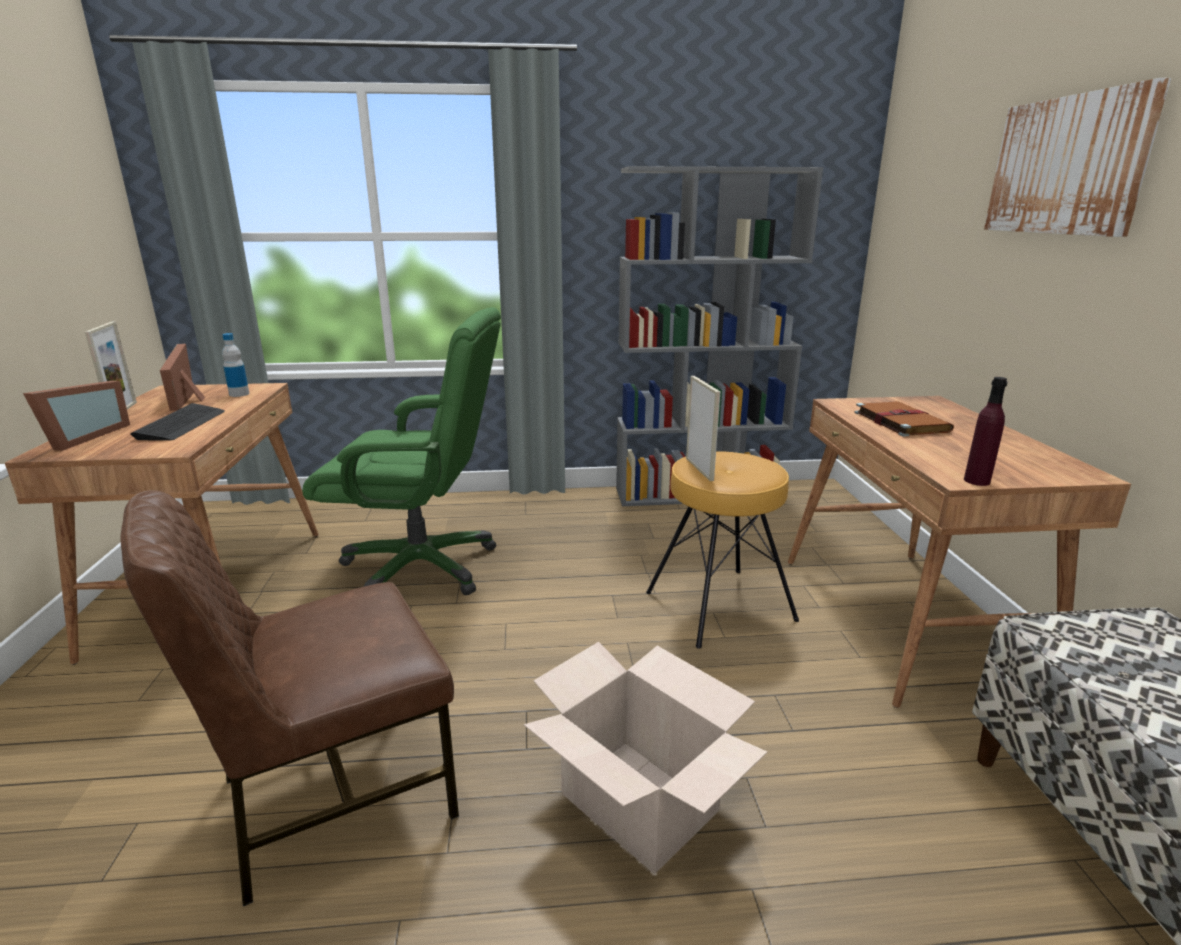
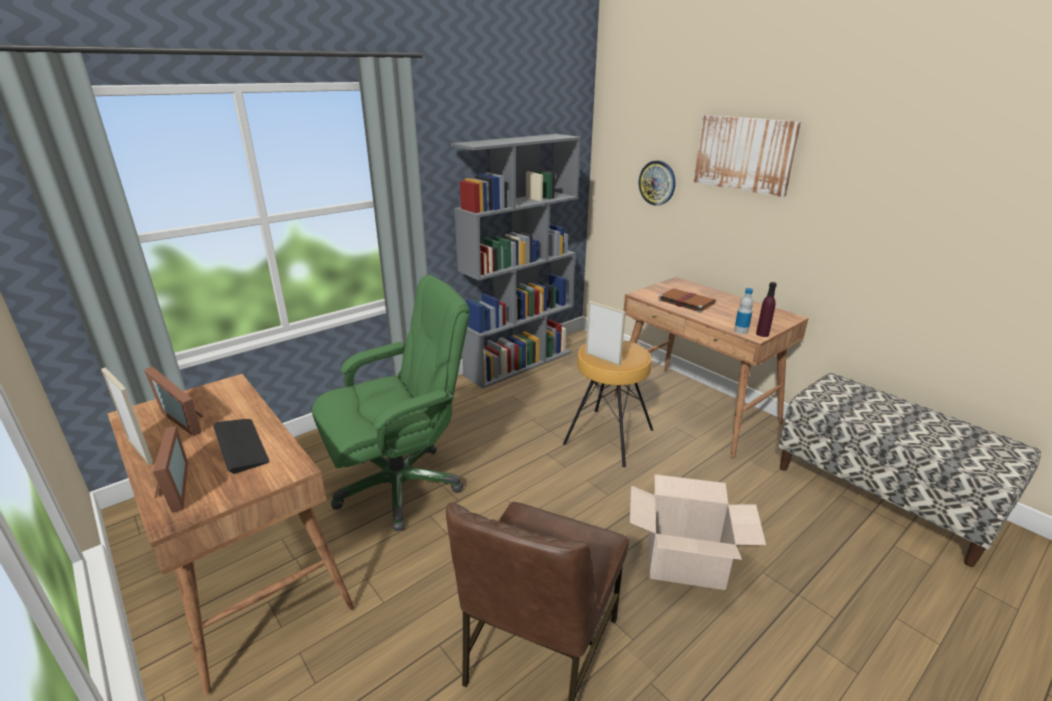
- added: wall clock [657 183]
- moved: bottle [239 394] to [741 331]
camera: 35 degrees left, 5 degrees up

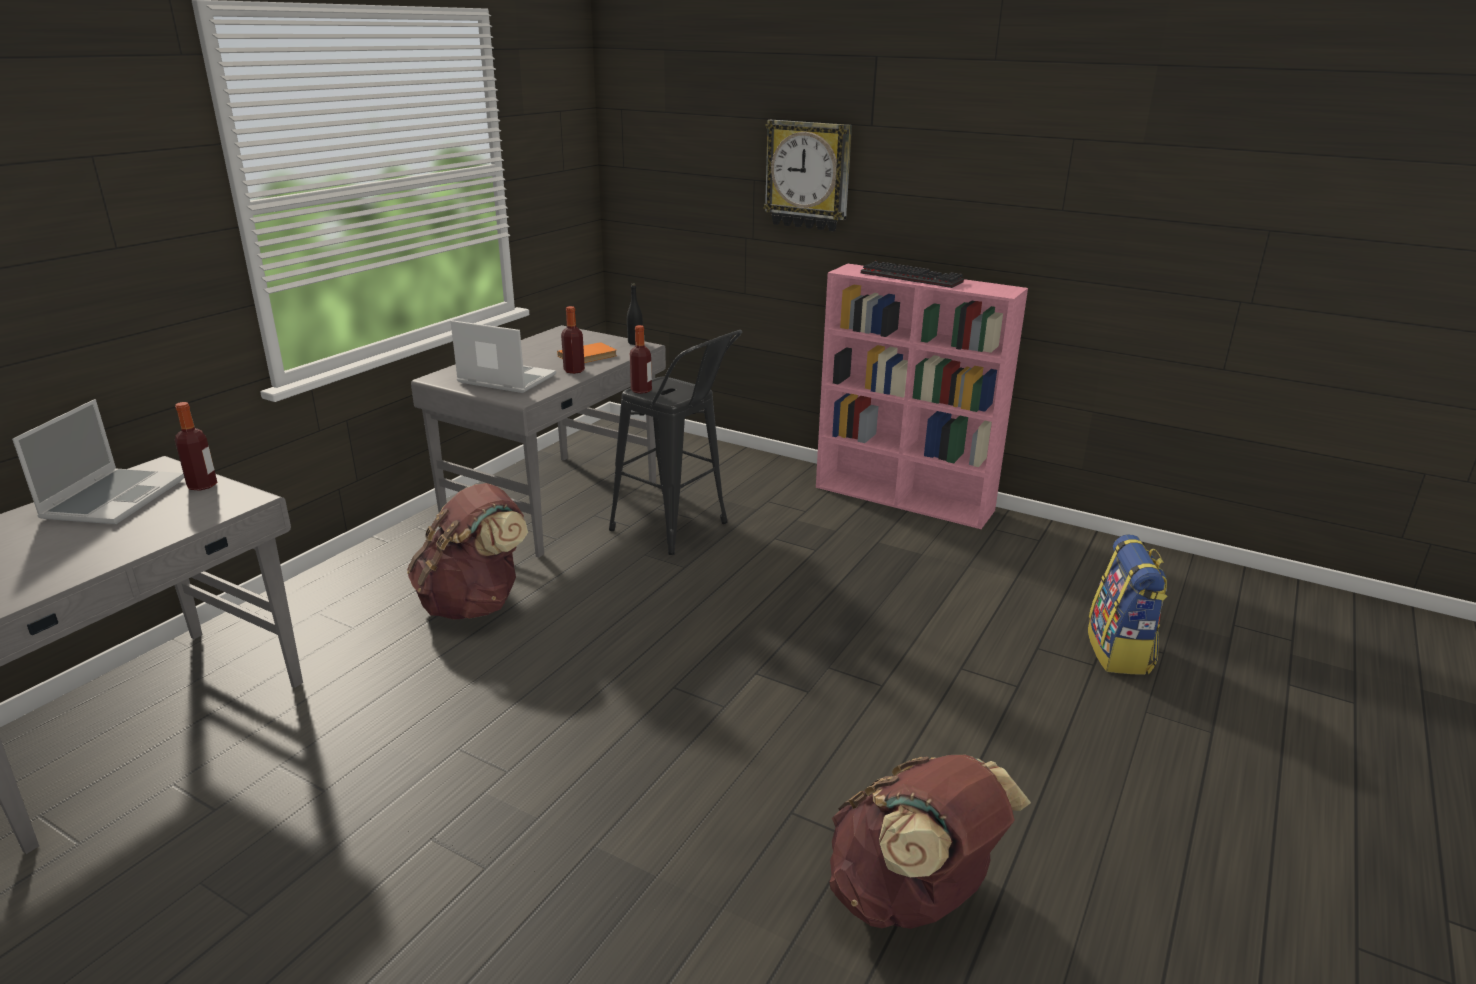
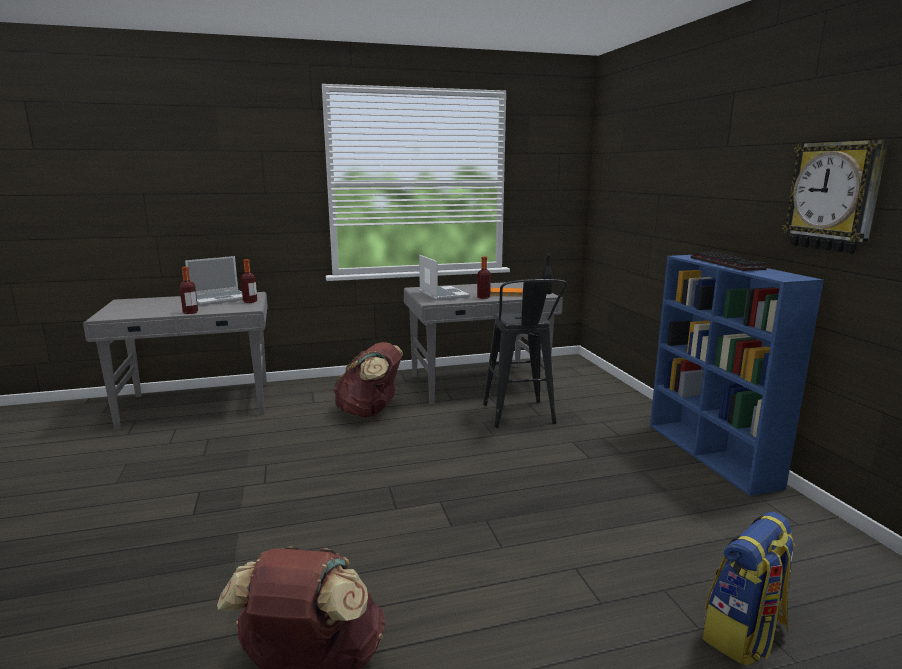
- moved: bottle [641 390] to [190 312]
- moved: wall clock [808 175] to [833 196]
- recoloured: pink bookcase [905 499] to blue bookcase [711 455]
camera: 45 degrees right, 10 degrees down

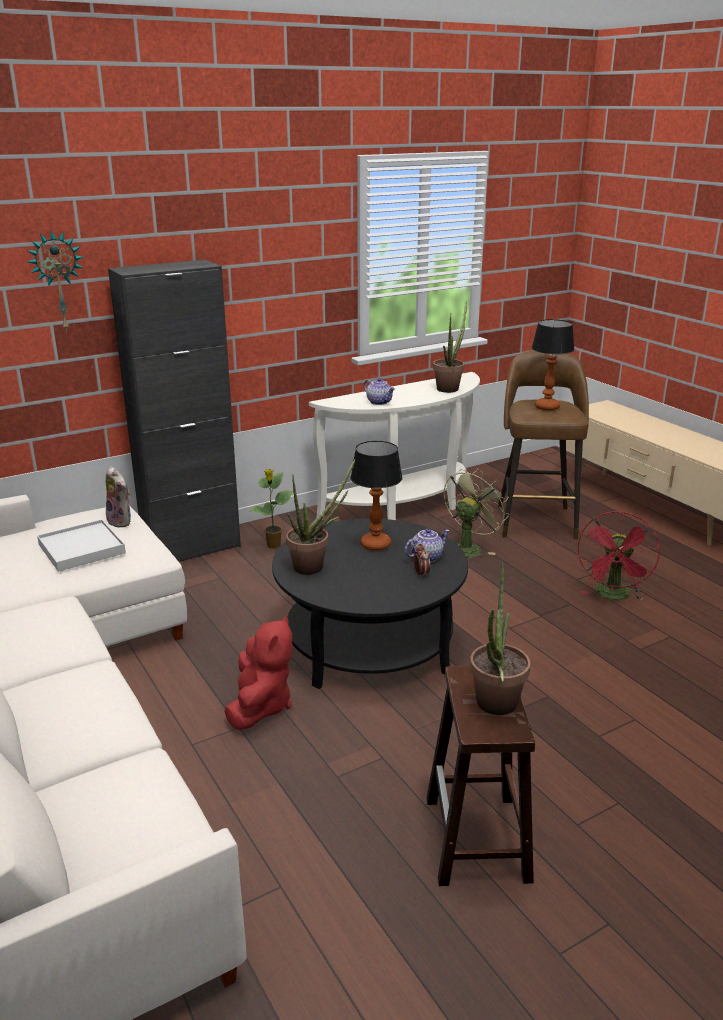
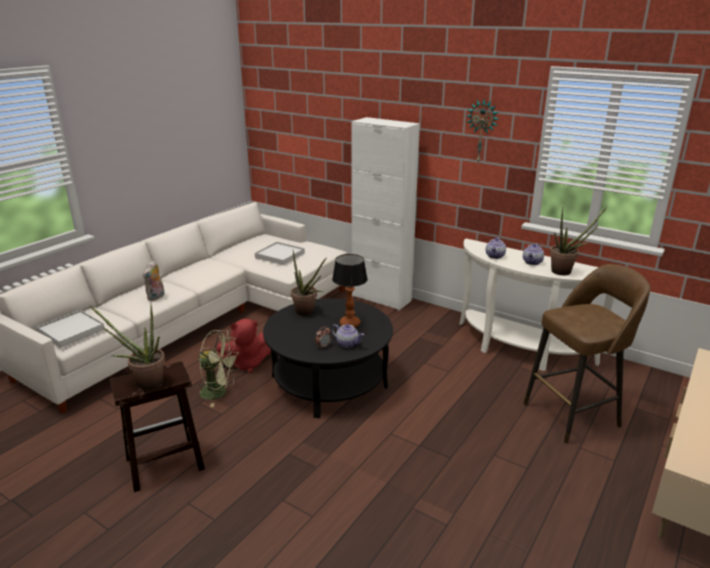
- removed: potted plant [273 546]
- removed: table lamp [547 407]
- removed: red fan [613 596]
- added: white tray [71 331]
- added: teapot [532 262]
- moved: wall clock [58 281] to [482 131]
- moved: plush toy [122 521] to [156 297]
- moved: green fan [468 548] to [219 392]
- recoloured: black cabinet [192 549] to white cabinet [381 298]
camera: 65 degrees right, 0 degrees up

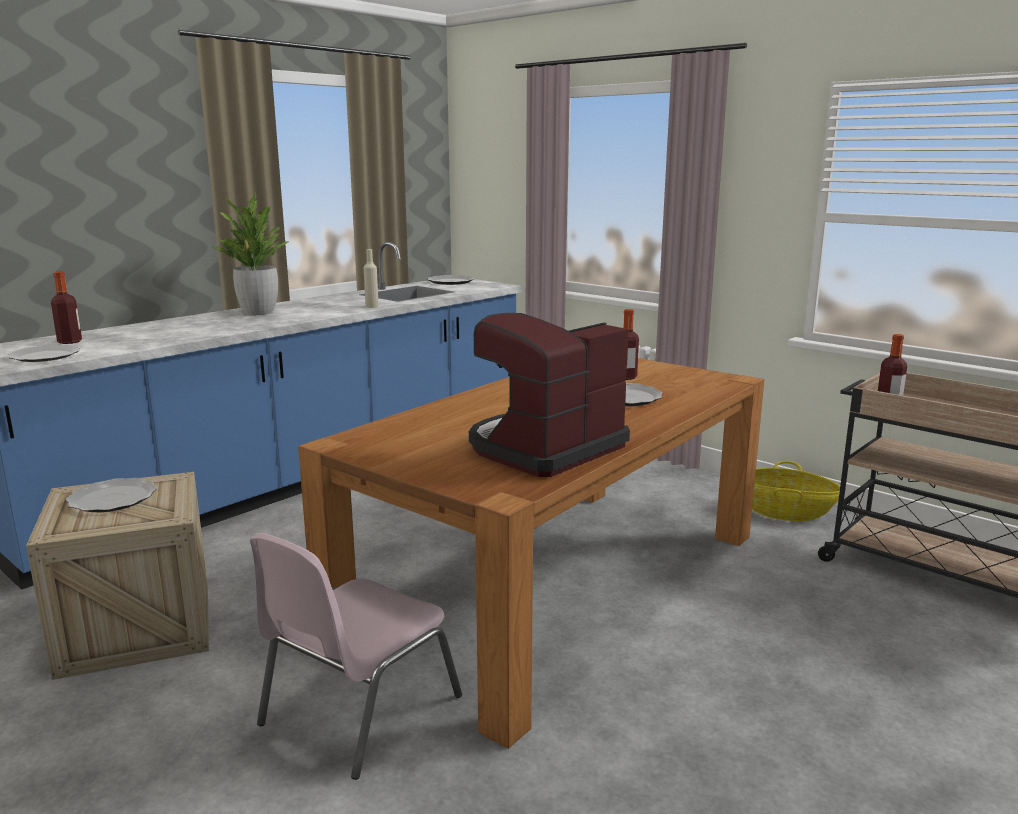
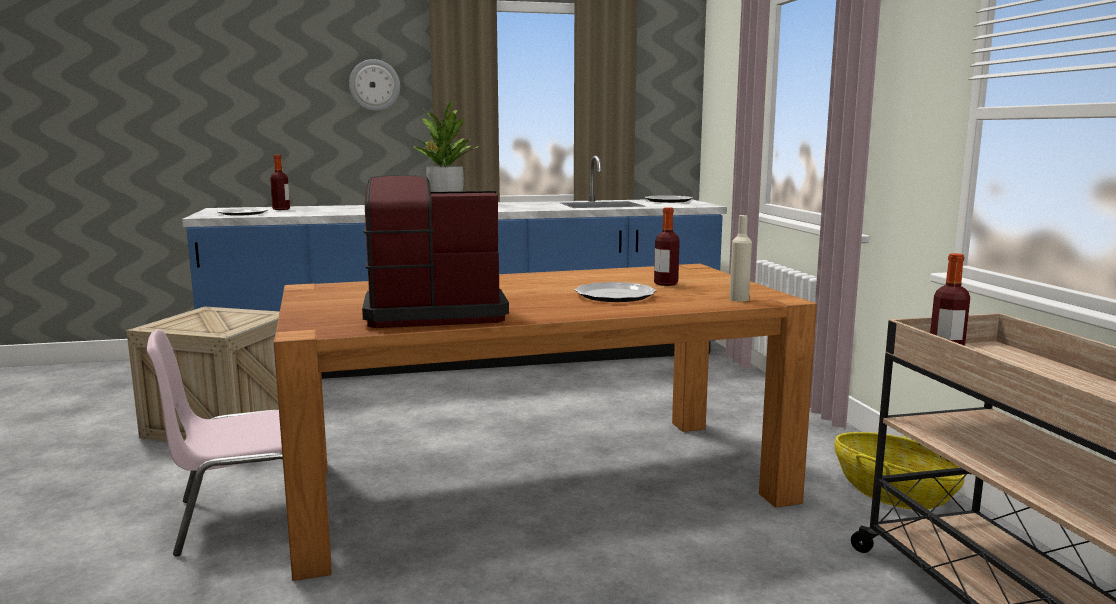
- removed: plate [113 498]
- added: wall clock [374 85]
- moved: beige bottle [372 306] to [739 299]
camera: 35 degrees right, 5 degrees down

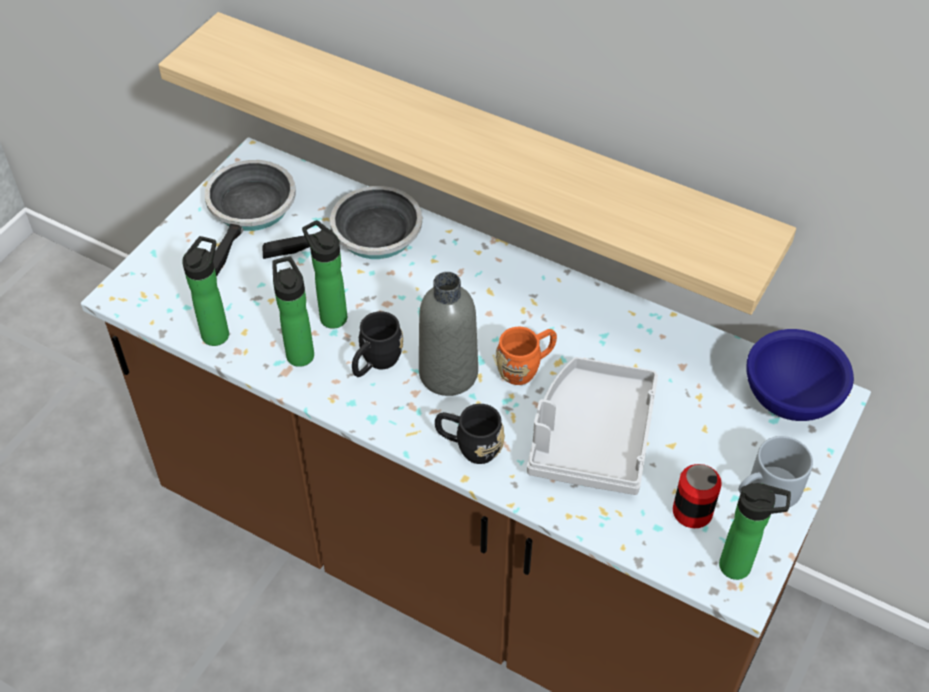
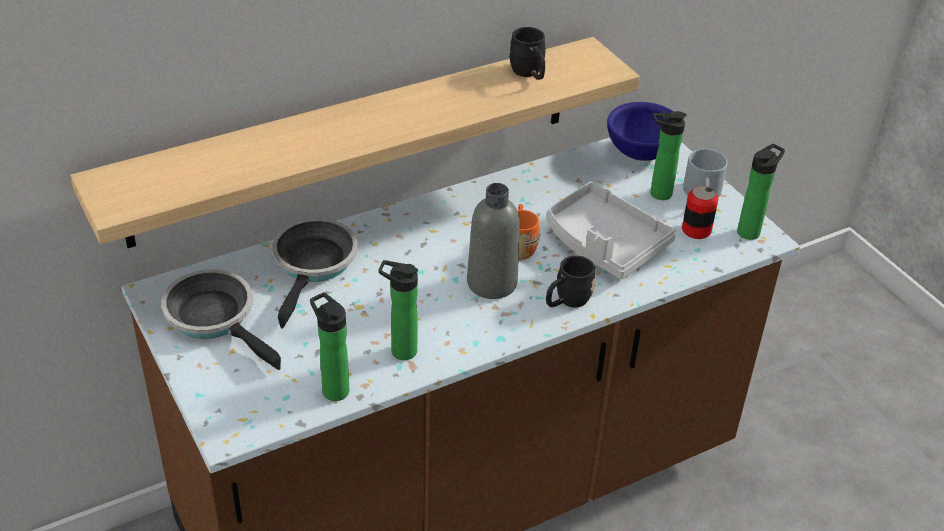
- moved: bottle [331 315] to [657 194]
- moved: black mug [375 363] to [529 74]
camera: 60 degrees left, 10 degrees down

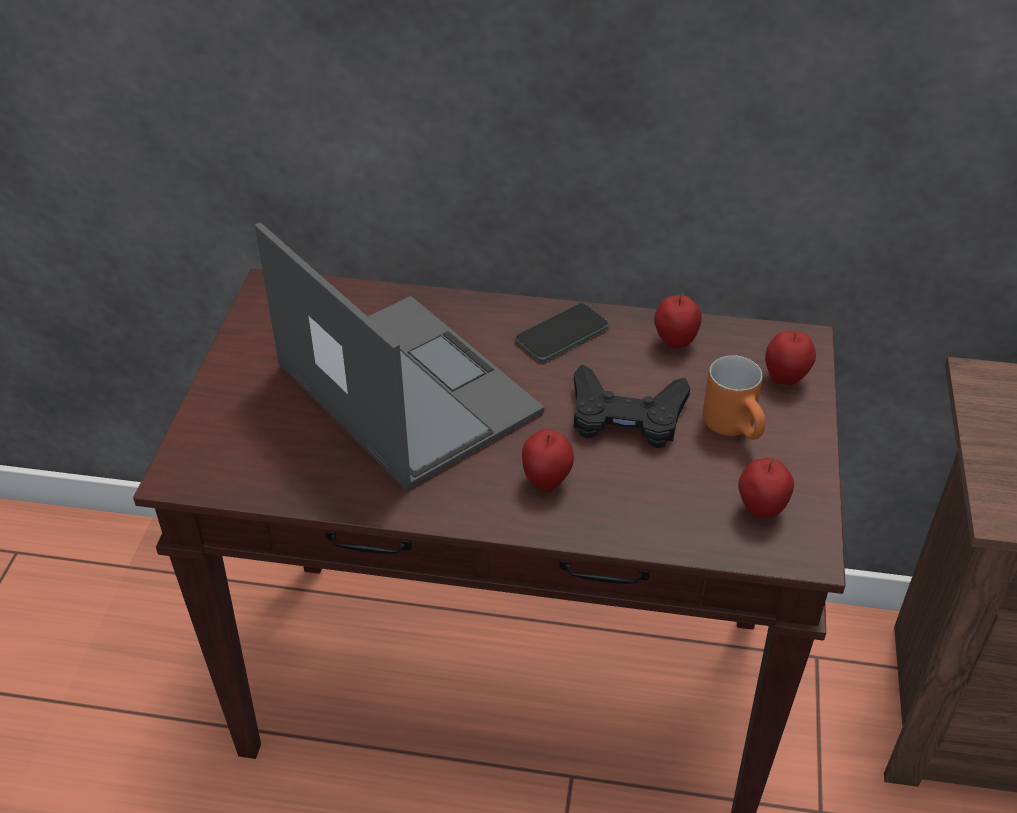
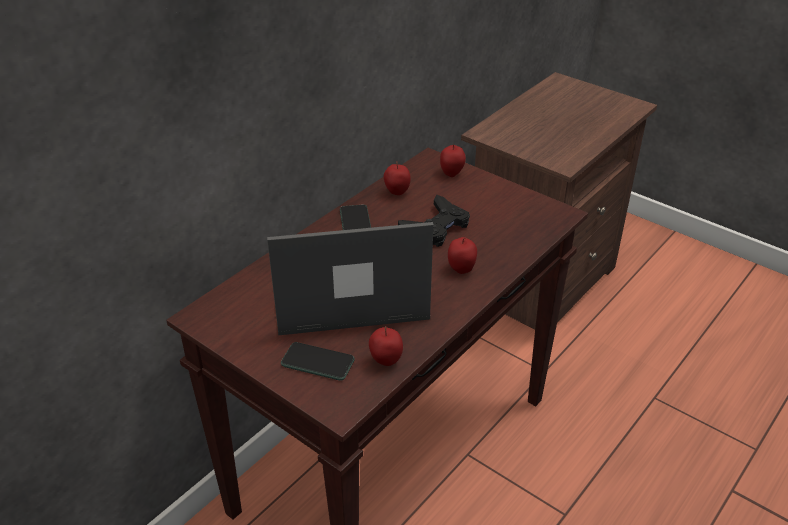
- removed: orange mug [737 428]
- added: phone [317 362]
- moved: apple [760 509] to [386 361]
camera: 60 degrees left, 5 degrees down

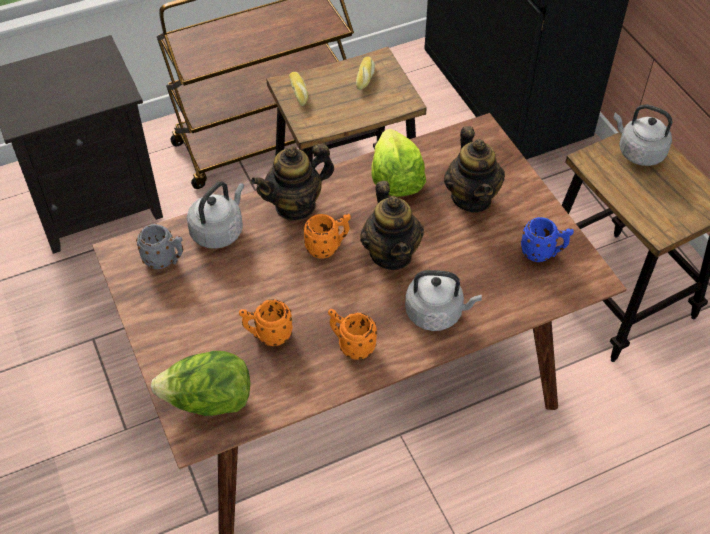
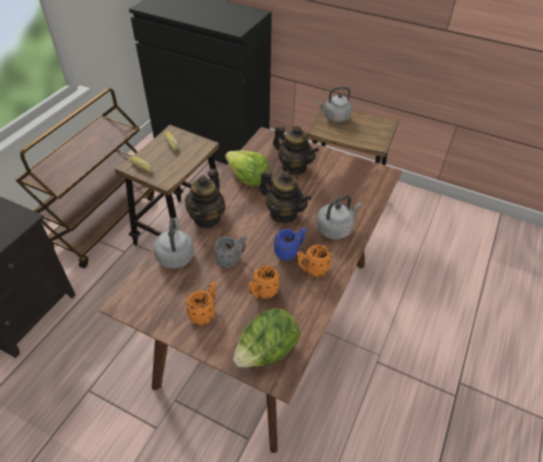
- moved: grey mug [165 260] to [231 260]
- moved: orange mug [328 247] to [205 313]
- moved: blue mug [543 253] to [289 252]
camera: 40 degrees left, 5 degrees down

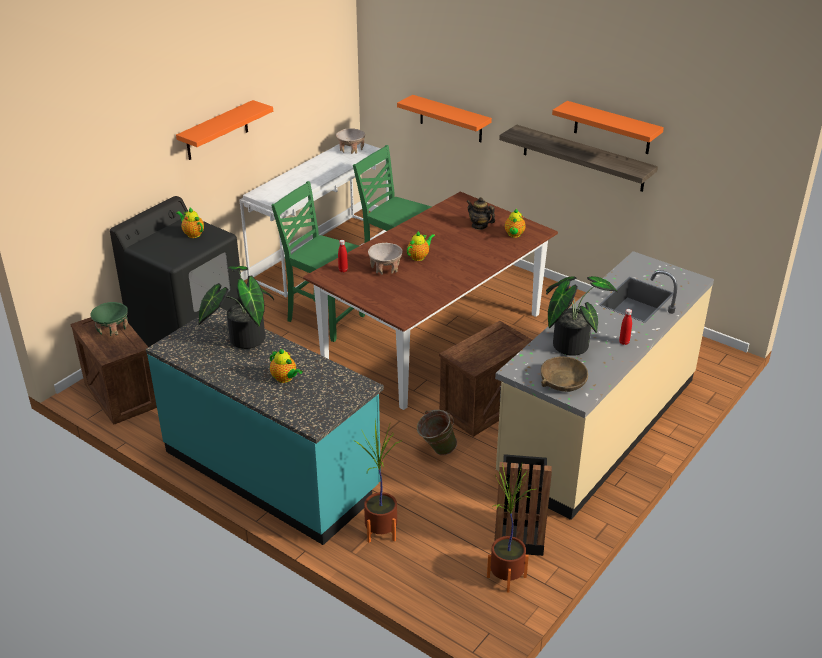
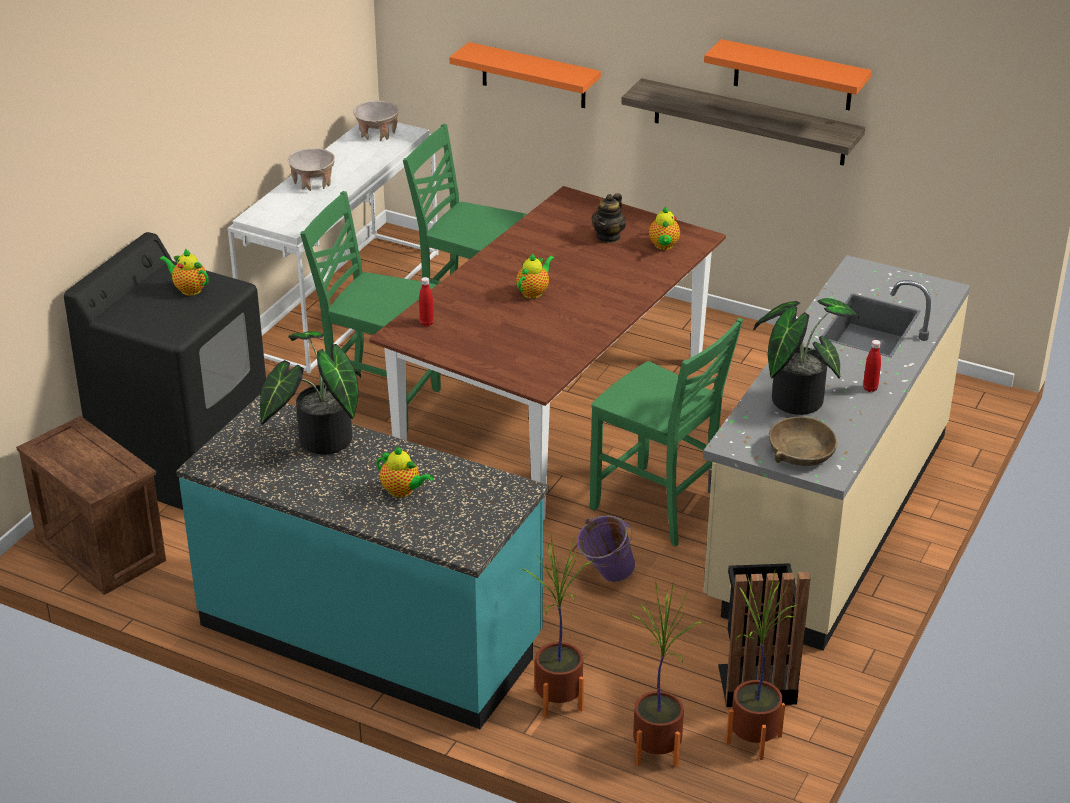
- removed: green bowl [112 329]
- removed: orange shelf [217 131]
- added: potted plant [657 750]
- moved: beige bowl [385 268] to [313 183]
- replaced: crate [484 408] to green chair [658 508]
- recoloured: green bucket [436 450] to purple bucket [605 577]
- turned: teapot [479 226] = [608 236] 90 degrees counterclockwise
camera: 10 degrees left, 0 degrees up

